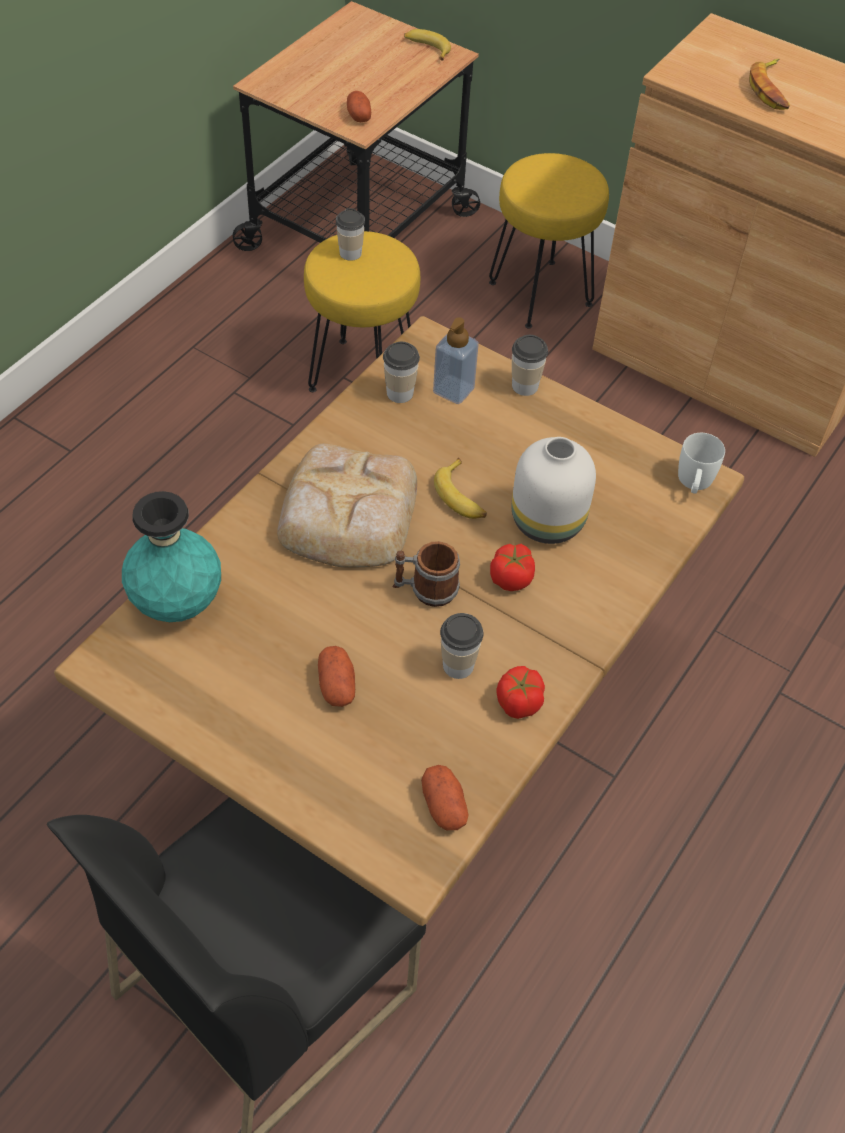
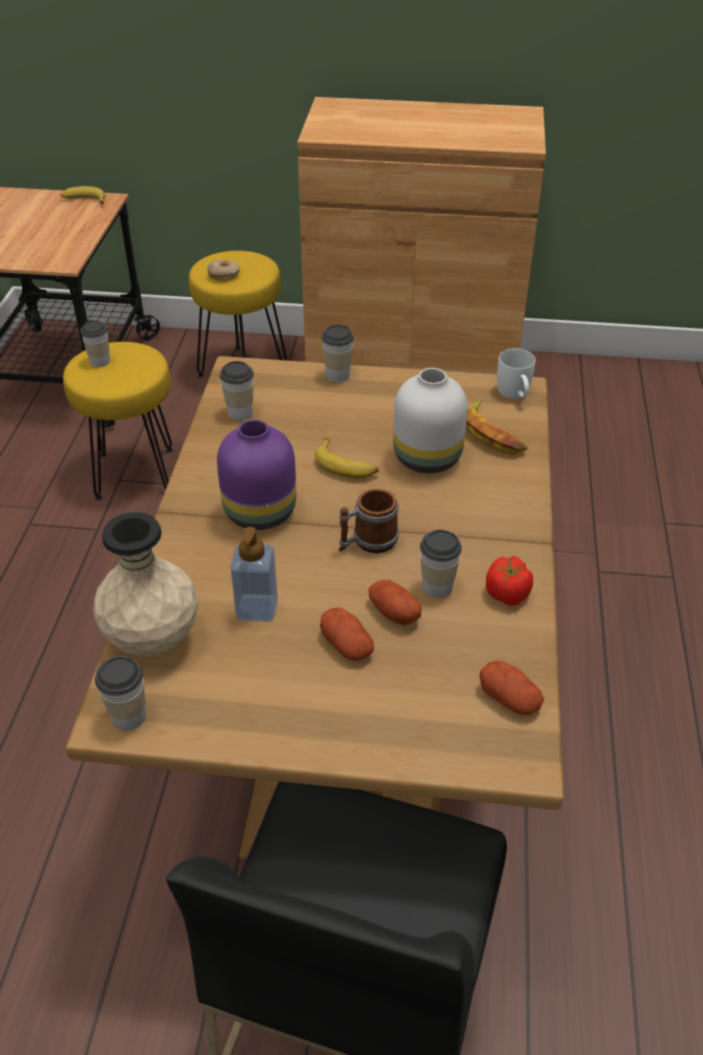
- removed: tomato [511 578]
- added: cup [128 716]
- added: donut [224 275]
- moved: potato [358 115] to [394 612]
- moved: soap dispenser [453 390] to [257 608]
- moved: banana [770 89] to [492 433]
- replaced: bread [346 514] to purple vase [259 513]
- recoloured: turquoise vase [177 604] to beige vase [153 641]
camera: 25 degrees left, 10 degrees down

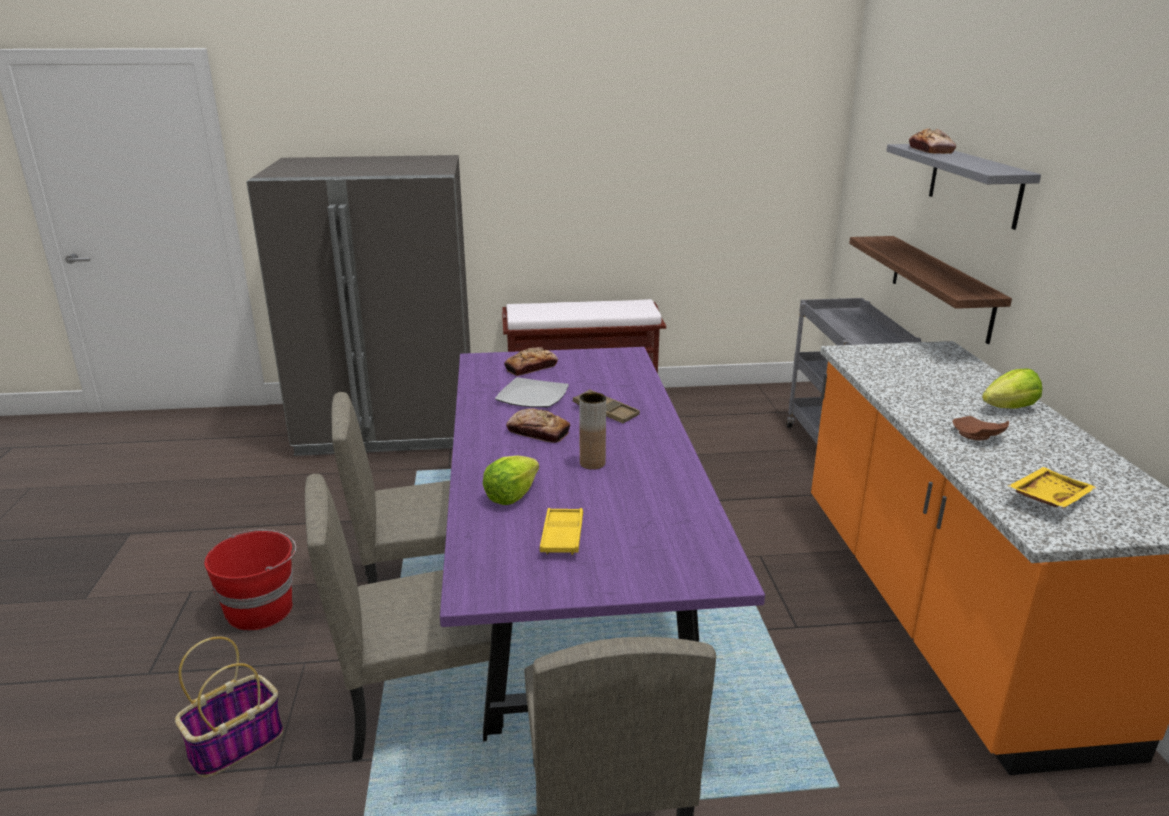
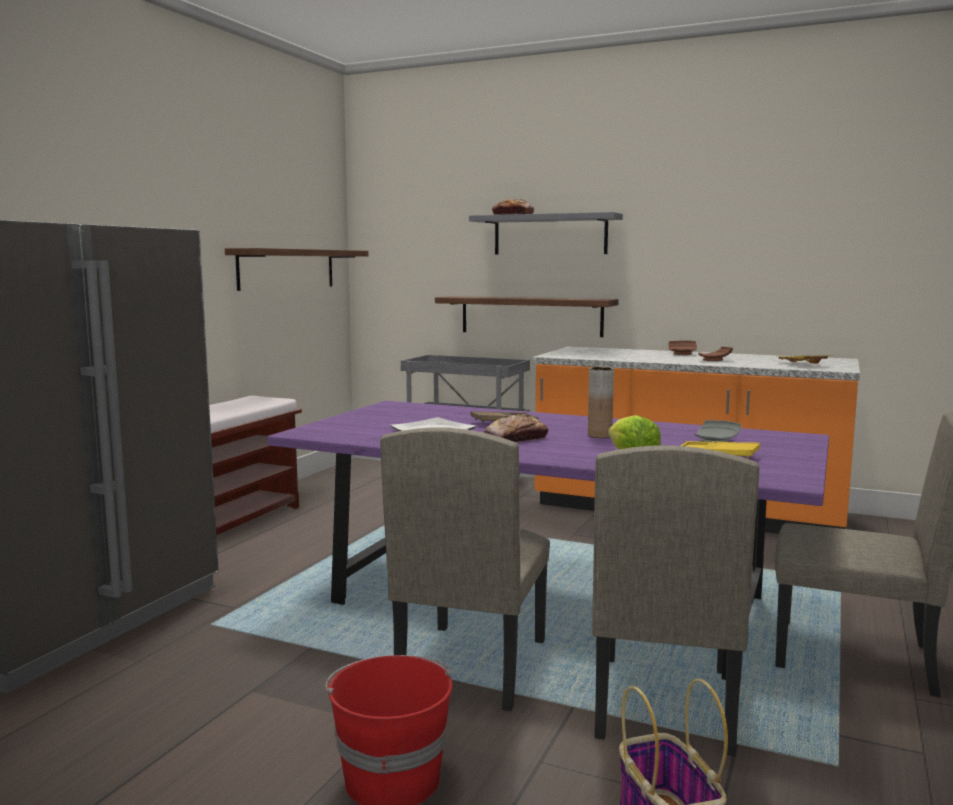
- removed: bread [531 368]
- added: shelf [287 269]
- added: grey plate [716 441]
- replaced: lettuce [1009 408] to brown plate [682 354]
camera: 60 degrees left, 15 degrees down

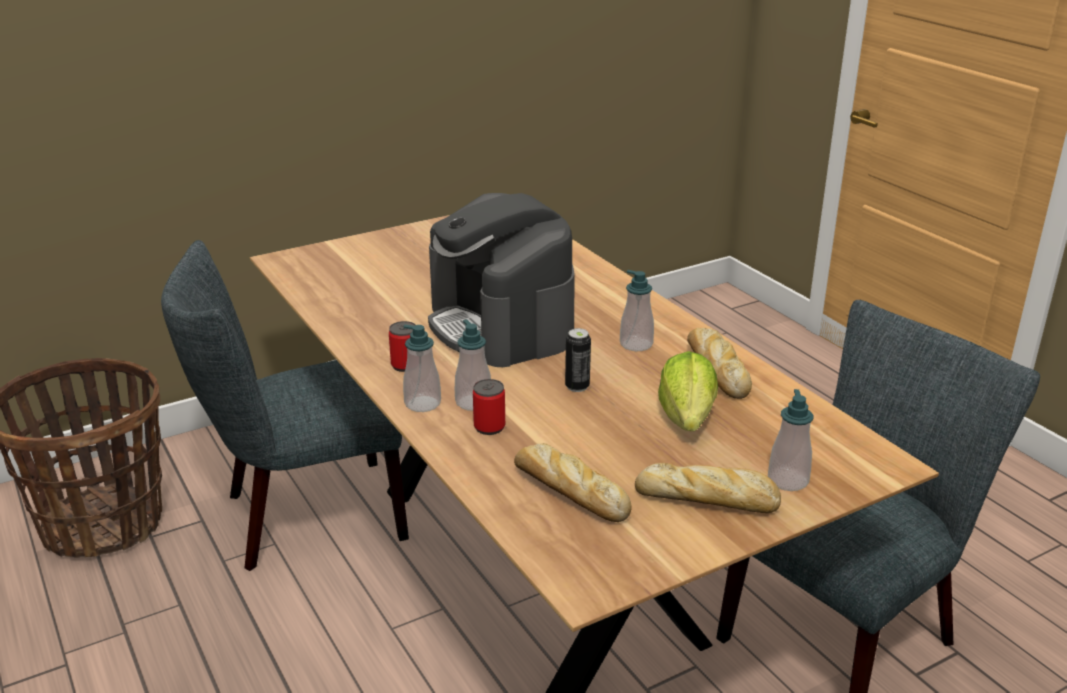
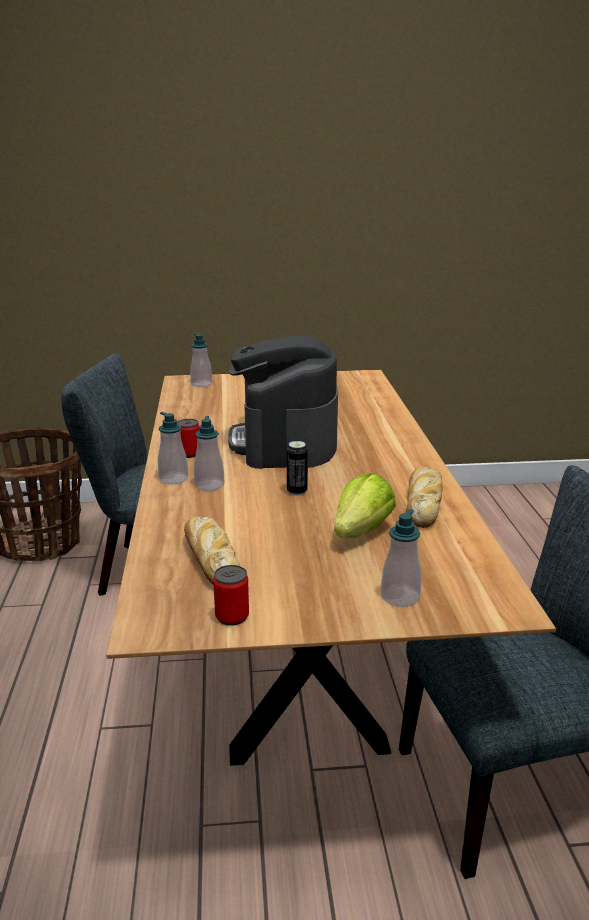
- removed: bread [709 499]
- moved: can [489 427] to [232 616]
- moved: soap dispenser [636 344] to [201 384]
camera: 25 degrees right, 5 degrees down

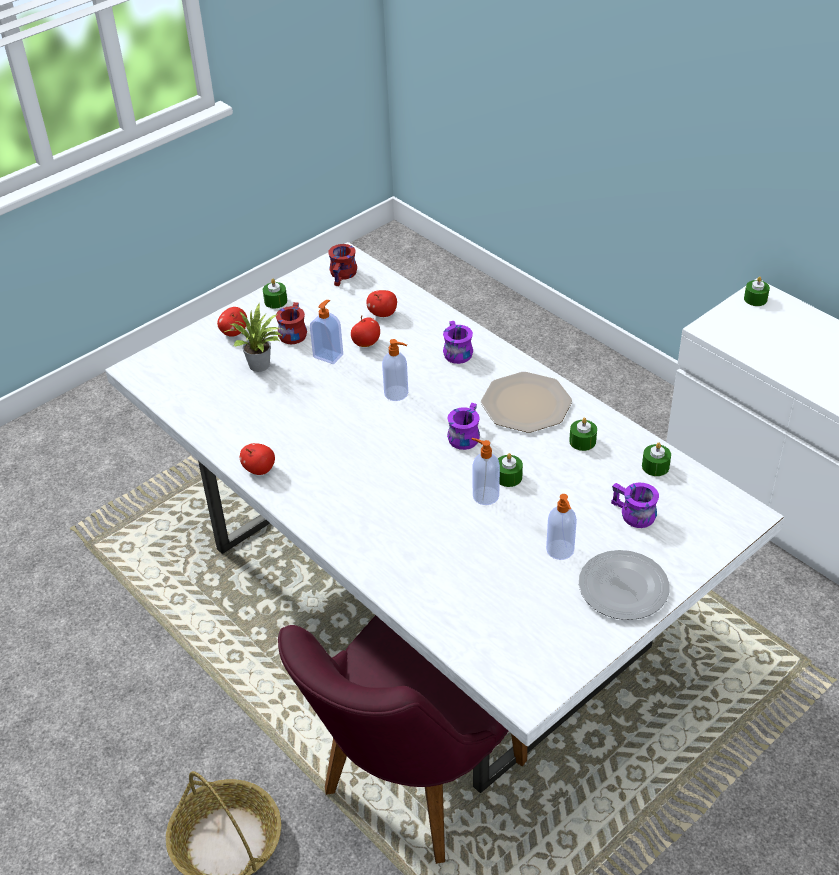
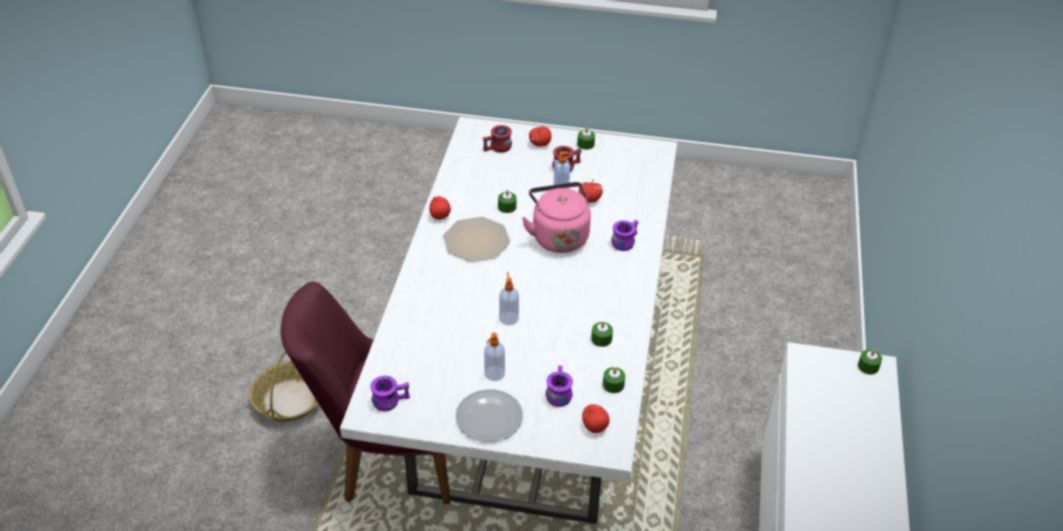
- removed: potted plant [261 366]
- moved: red mug [344 275] to [498 148]
- moved: apple [383 313] to [595 427]
- moved: purple mug [463 435] to [389 399]
- moved: plate [525 404] to [476 240]
- moved: green candle [508 477] to [507 207]
- replaced: soap dispenser [397 393] to pink kettle [558 236]
camera: 50 degrees right, 0 degrees up

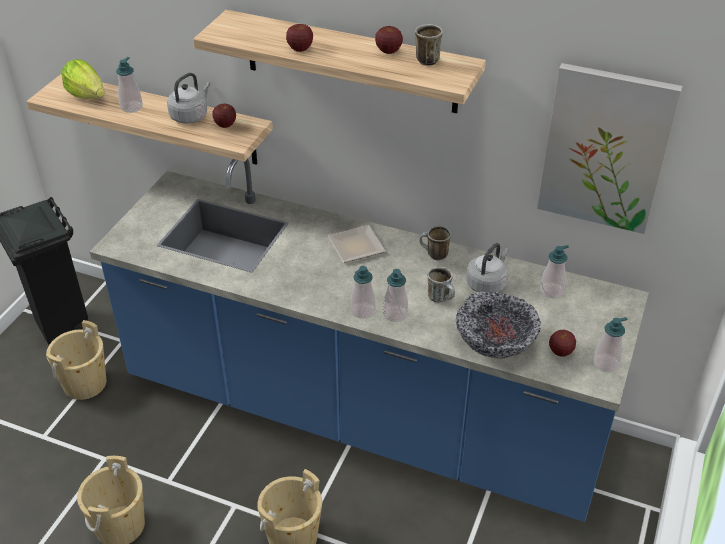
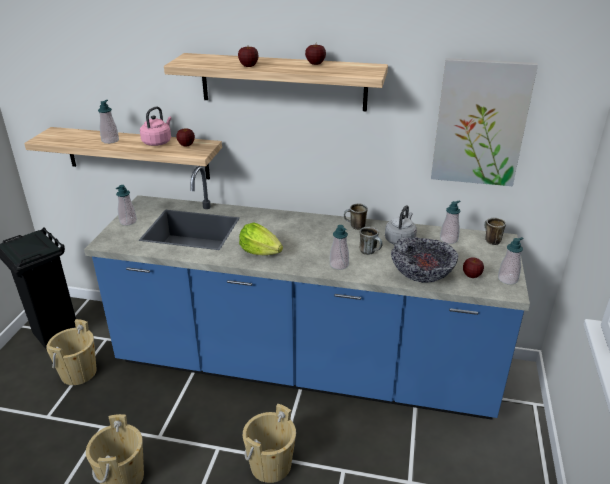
- removed: plate [358 247]
- moved: lettuce [87 95] to [260 252]
- moved: soap dispenser [363 311] to [128 221]
- moved: mug [425 59] to [490 240]
- recoloured: grey kettle [190 116] to pink kettle [158 142]
camera: 10 degrees left, 10 degrees down

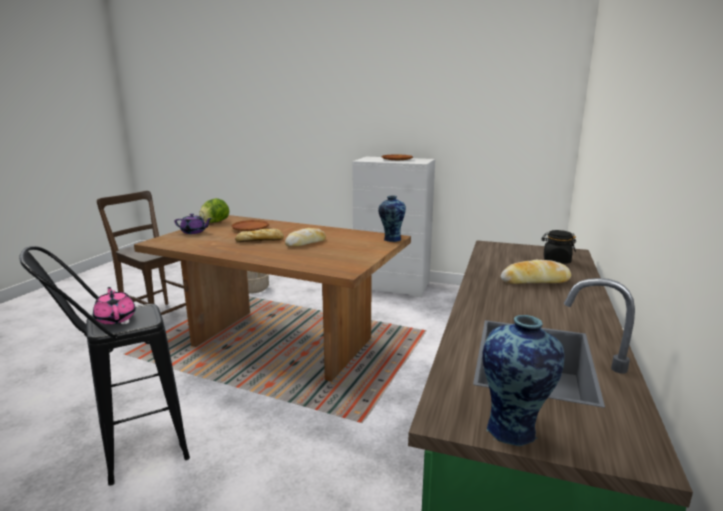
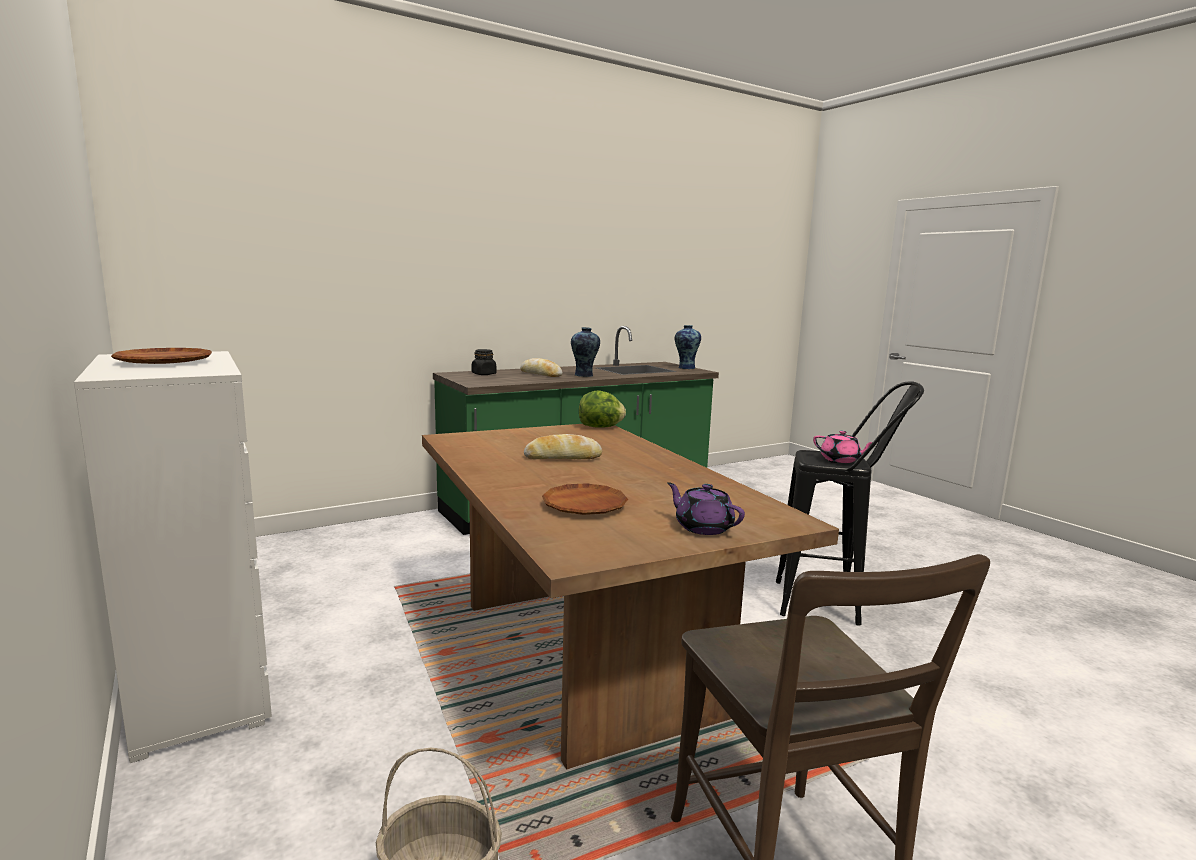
- removed: bread [261 240]
- moved: lettuce [214 222] to [600 427]
- moved: vase [391 239] to [584 375]
- turned: pink teapot [116 318] = [840 460] 60 degrees counterclockwise
camera: 140 degrees left, 5 degrees down

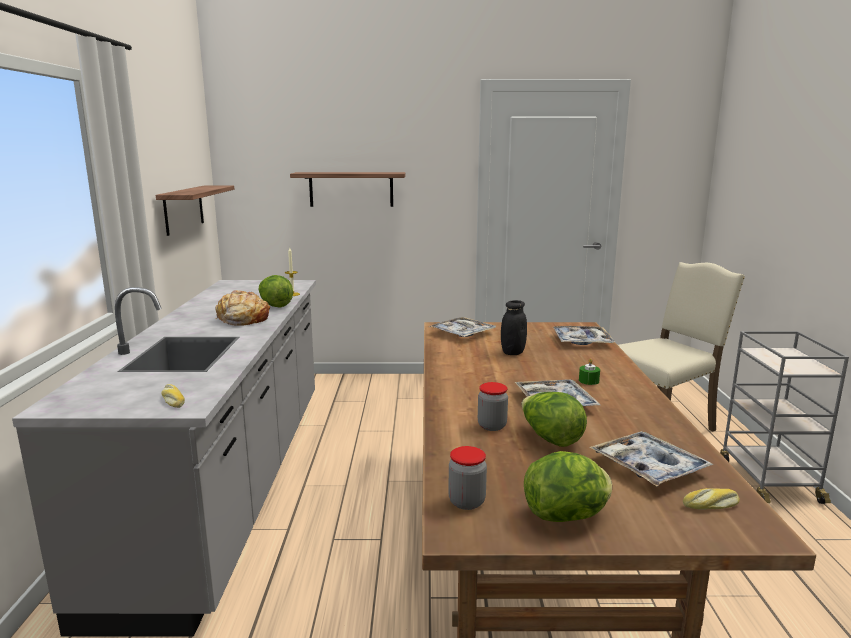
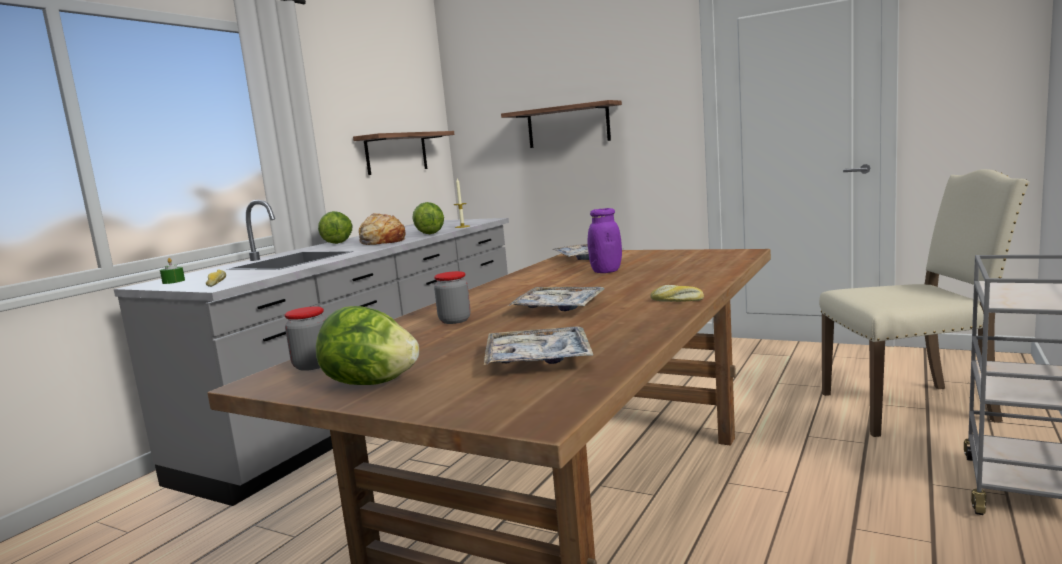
- removed: tray [582 341]
- moved: lettuce [550 438] to [338 242]
- moved: green candle [588 381] to [173 281]
- moved: bread [711 506] to [676 300]
- recoloured: black jar [512 352] to purple jar [606 271]
camera: 30 degrees right, 5 degrees down

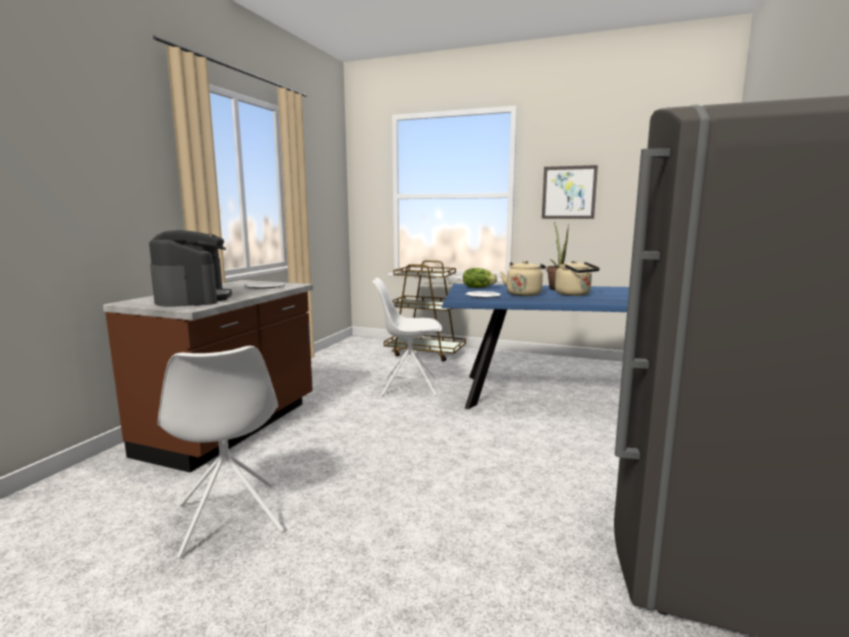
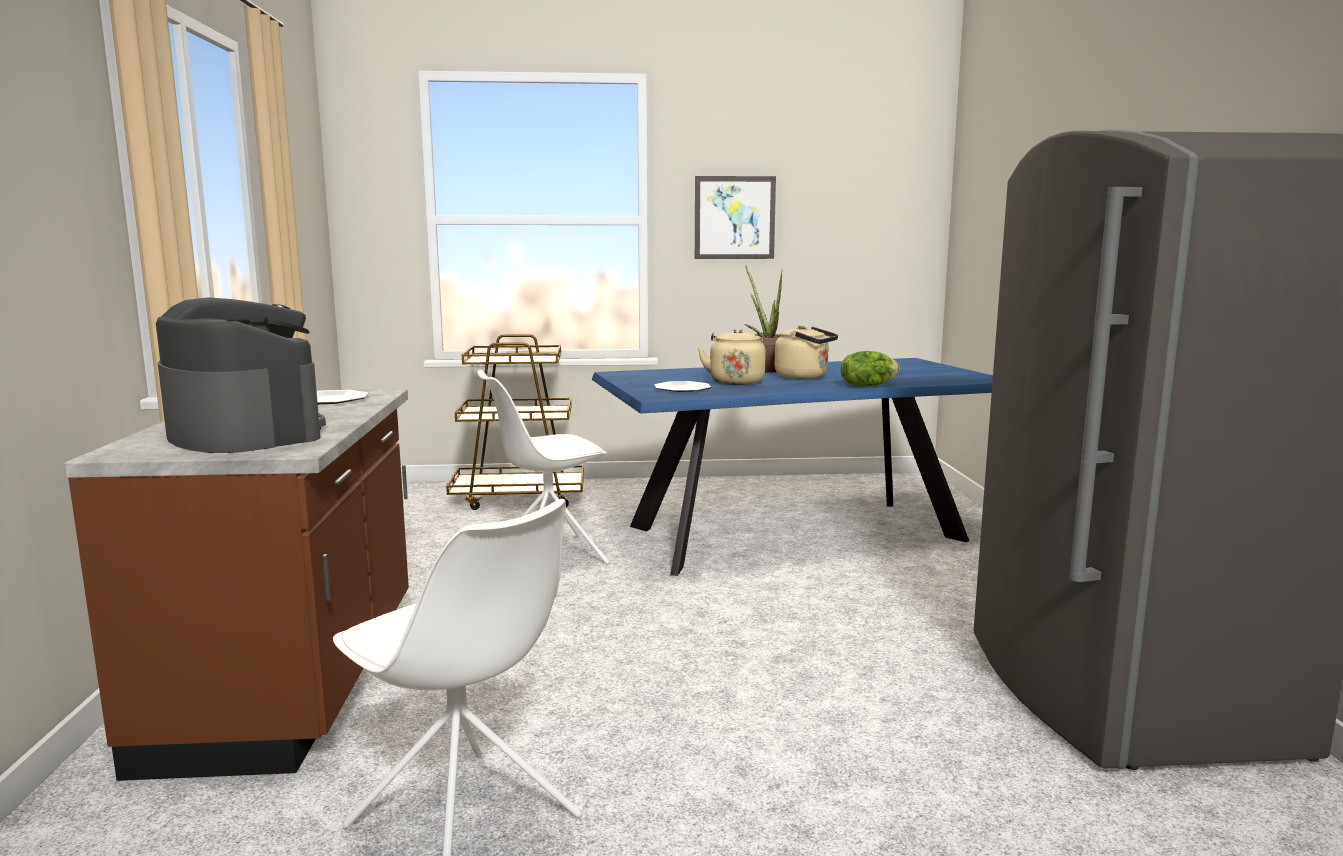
- moved: lettuce [478 287] to [867 385]
camera: 25 degrees left, 0 degrees up

